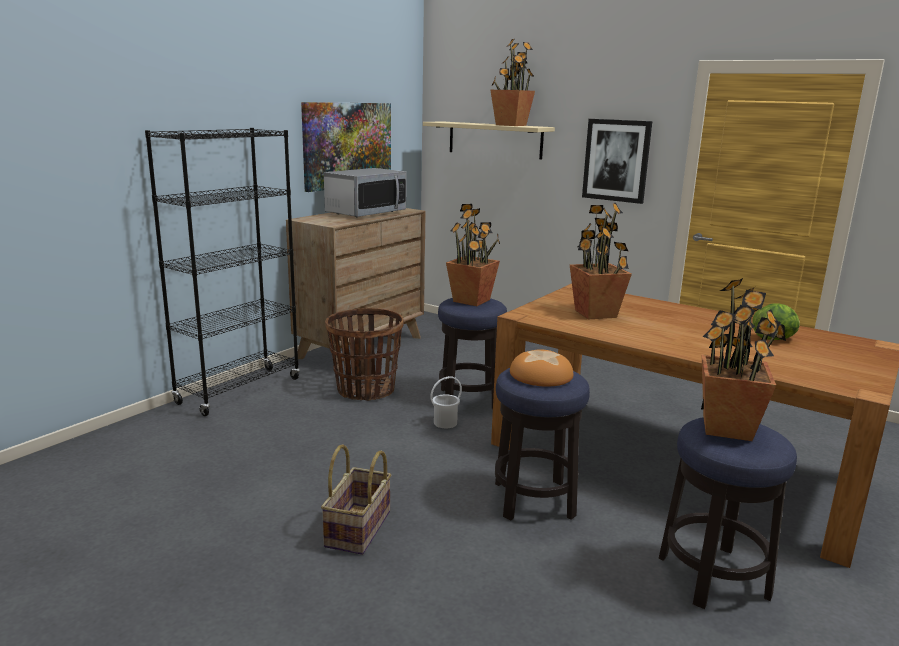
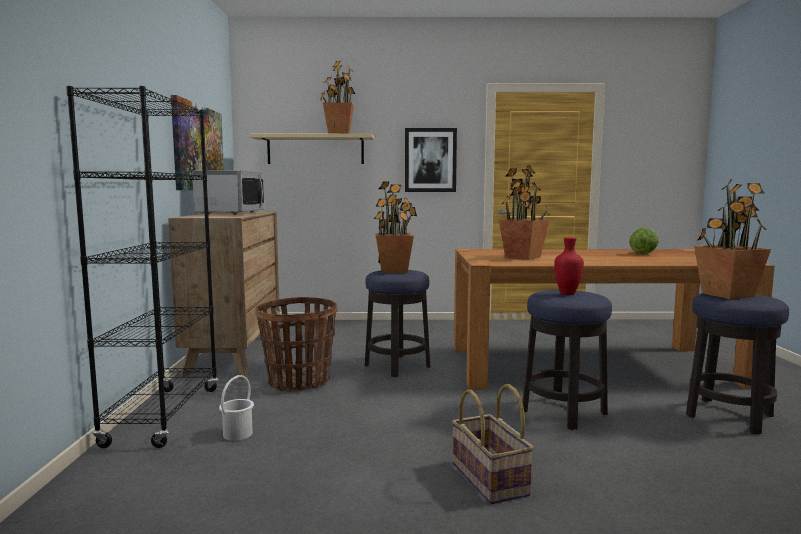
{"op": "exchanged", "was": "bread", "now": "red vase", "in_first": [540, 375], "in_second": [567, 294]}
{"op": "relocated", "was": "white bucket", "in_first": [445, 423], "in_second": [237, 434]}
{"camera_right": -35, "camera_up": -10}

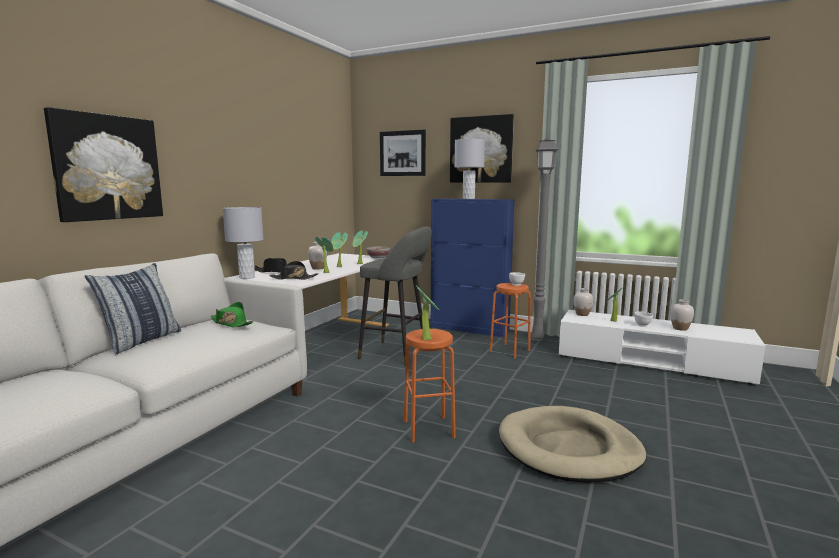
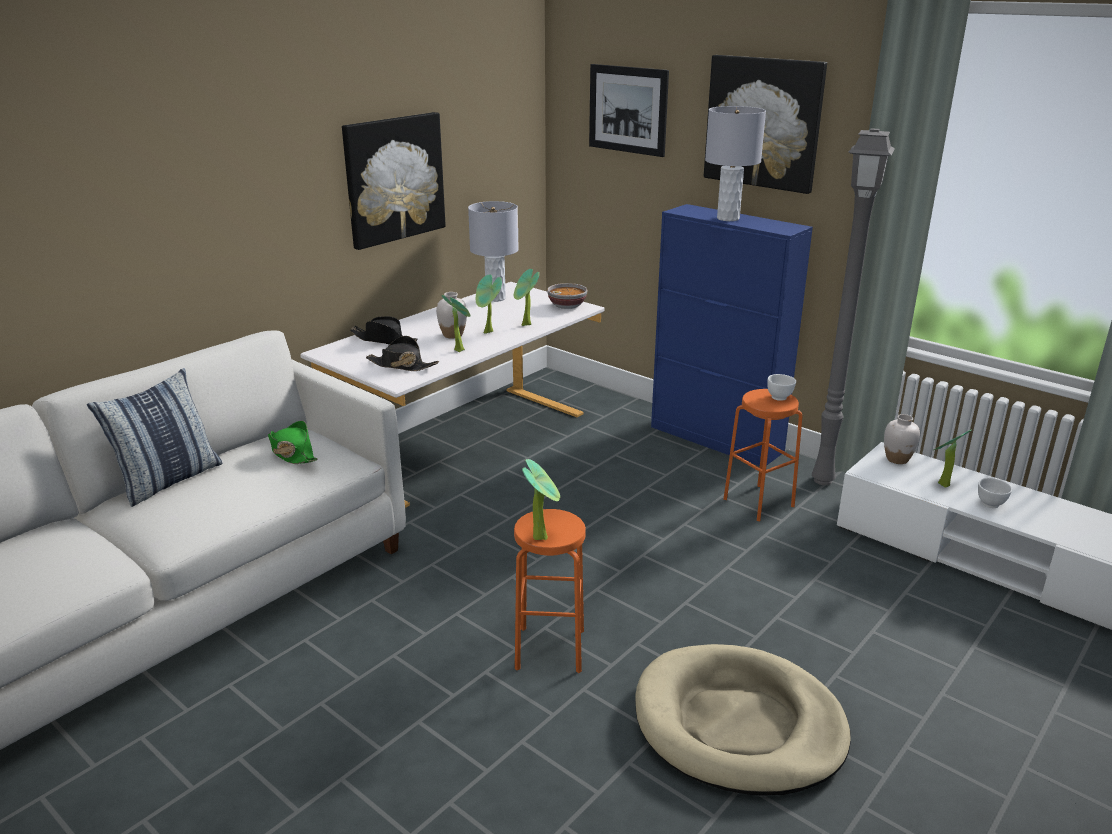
{"op": "relocated", "was": "picture", "in_first": [107, 167], "in_second": [394, 179]}
{"op": "relocated", "was": "grey table lamp", "in_first": [247, 277], "in_second": [496, 298]}
{"op": "missing", "was": "grey stool", "in_first": [397, 353]}
{"op": "missing", "was": "white vase", "in_first": [680, 328]}
{"camera_right": 15, "camera_up": 15}

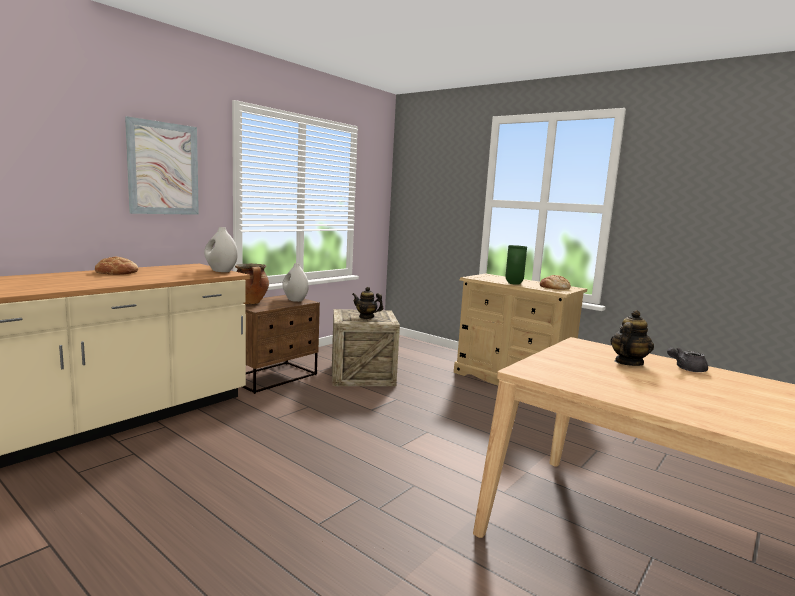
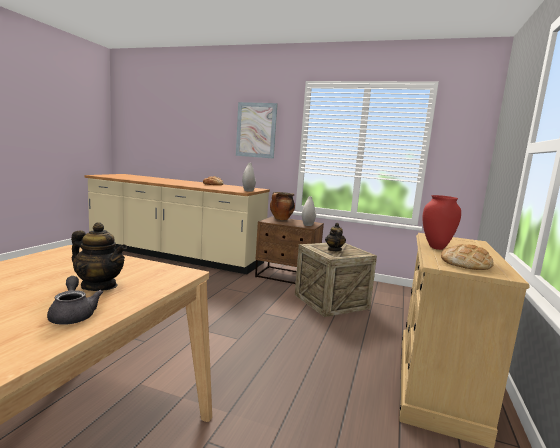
{"op": "colour", "was": "green vase", "now": "red vase", "in_first": [514, 283], "in_second": [436, 248]}
{"camera_right": 70, "camera_up": 0}

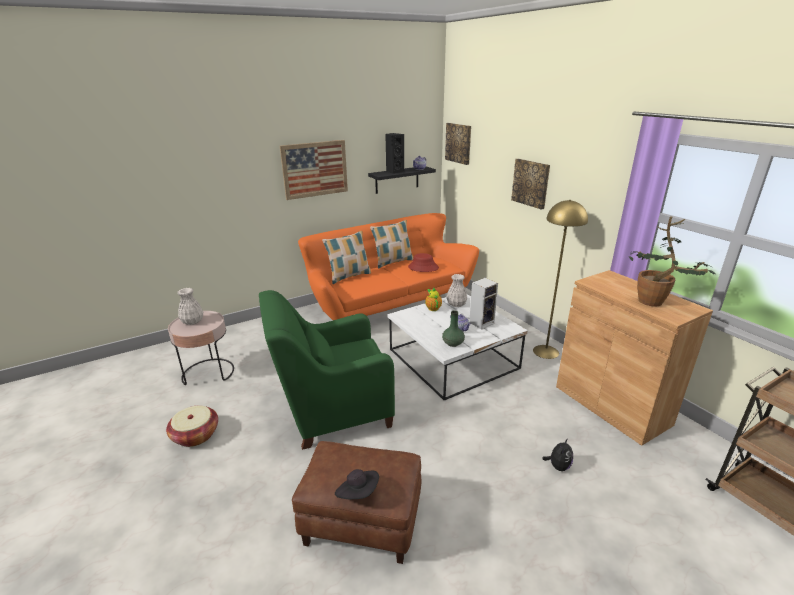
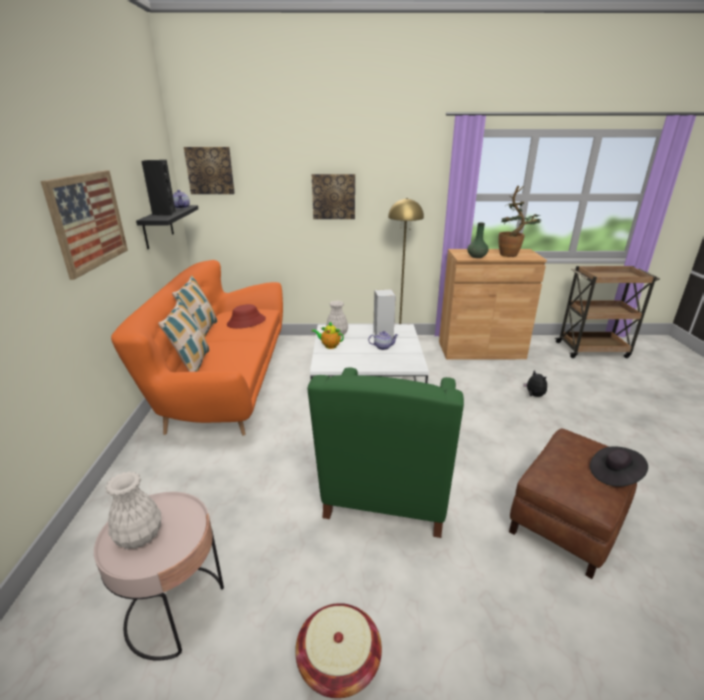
{"op": "relocated", "was": "green vase", "in_first": [452, 343], "in_second": [476, 256]}
{"camera_right": -60, "camera_up": 0}

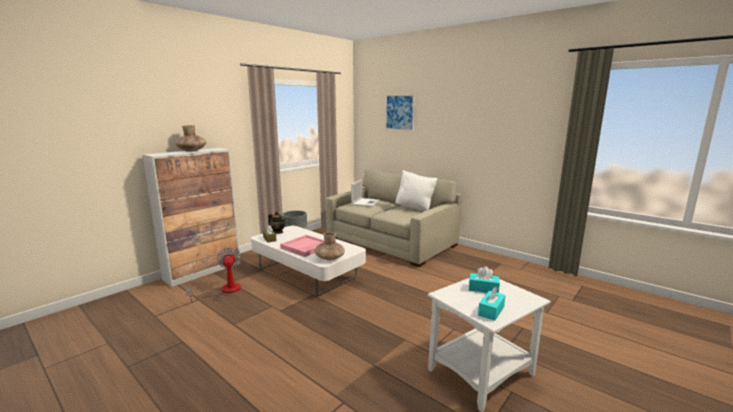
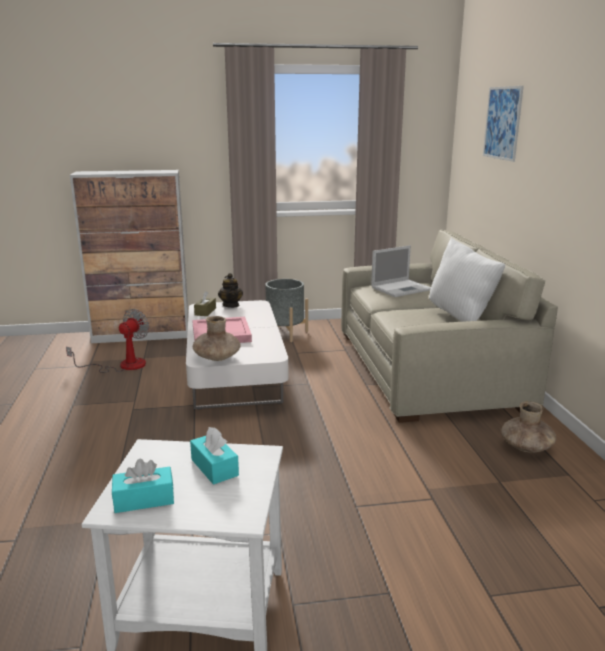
{"op": "relocated", "was": "brown vase", "in_first": [192, 151], "in_second": [526, 447]}
{"camera_right": 40, "camera_up": 5}

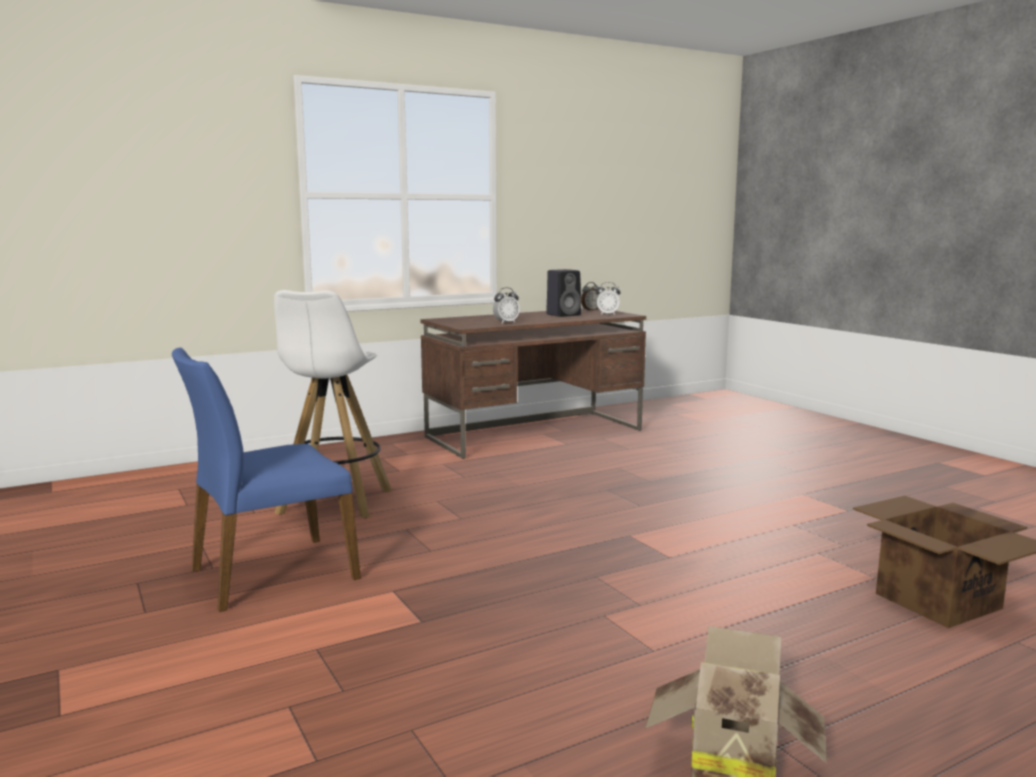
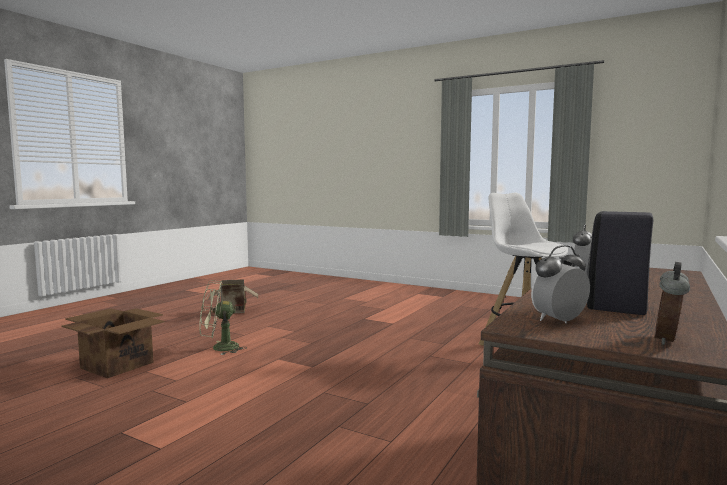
{"op": "missing", "was": "blue chair", "in_first": [271, 573]}
{"op": "appeared", "now": "green fan", "in_second": [219, 348]}
{"camera_right": 150, "camera_up": -5}

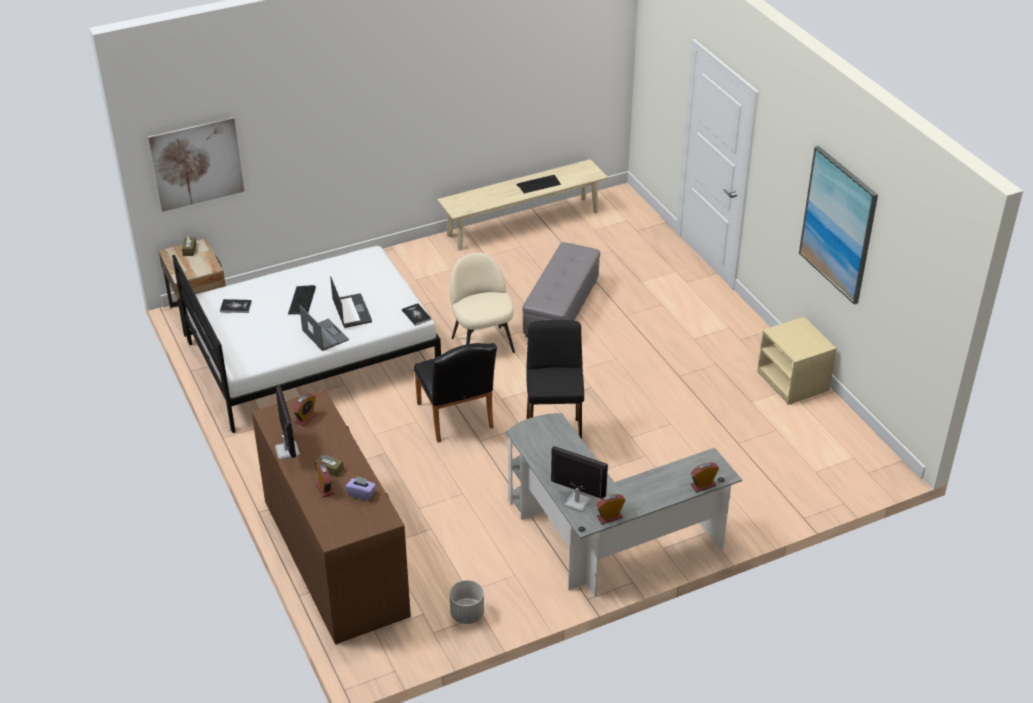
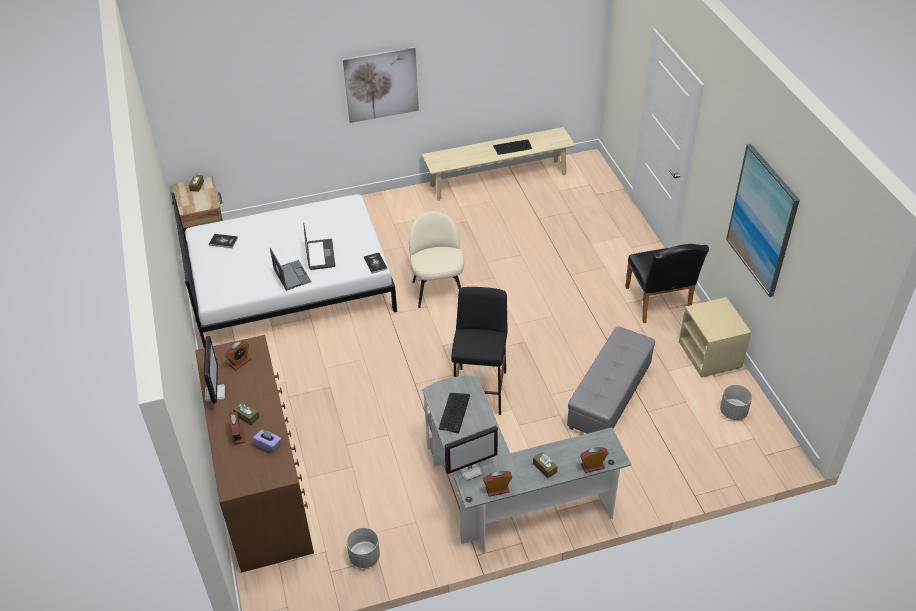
{"op": "relocated", "was": "picture", "in_first": [197, 164], "in_second": [381, 84]}
{"op": "relocated", "was": "grey ottoman", "in_first": [562, 309], "in_second": [610, 397]}
{"op": "relocated", "was": "keyboard", "in_first": [302, 301], "in_second": [454, 413]}
{"op": "relocated", "was": "black chair", "in_first": [456, 419], "in_second": [659, 304]}
{"op": "spun", "was": "monitor", "in_first": [576, 502], "in_second": [470, 470], "clockwise": 120}
{"op": "appeared", "now": "grey planter", "in_second": [733, 412]}
{"op": "appeared", "now": "brown tissue box", "in_second": [544, 468]}
{"camera_right": 10, "camera_up": 5}

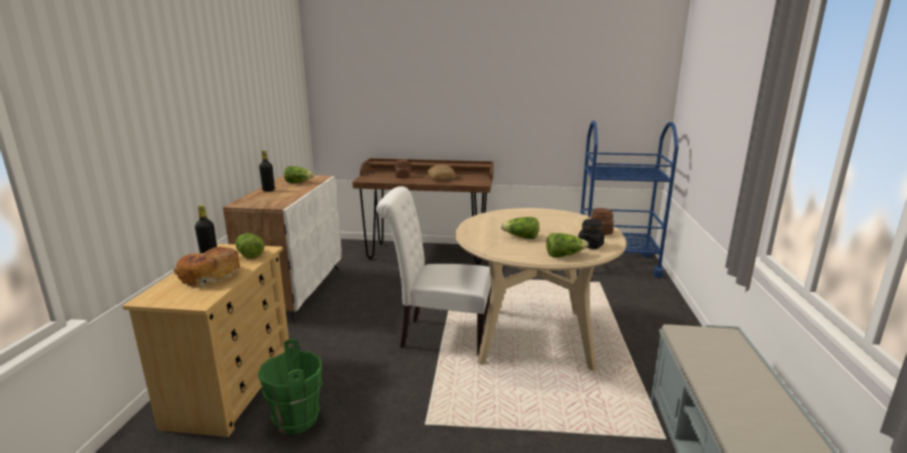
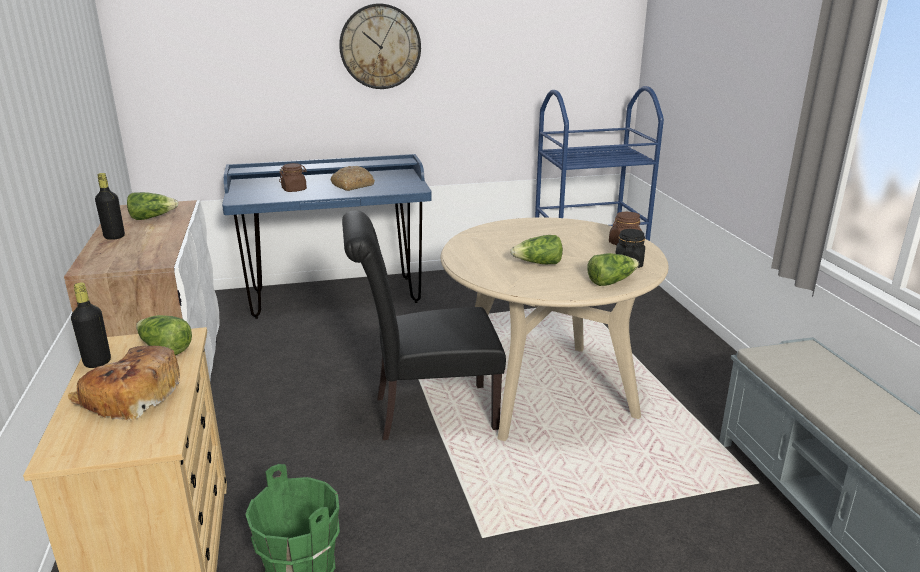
{"op": "colour", "was": "brown desk", "now": "blue desk", "in_first": [427, 253], "in_second": [335, 297]}
{"op": "colour", "was": "white chair", "now": "black chair", "in_first": [439, 336], "in_second": [426, 413]}
{"op": "appeared", "now": "wall clock", "in_second": [380, 46]}
{"camera_right": -20, "camera_up": 5}

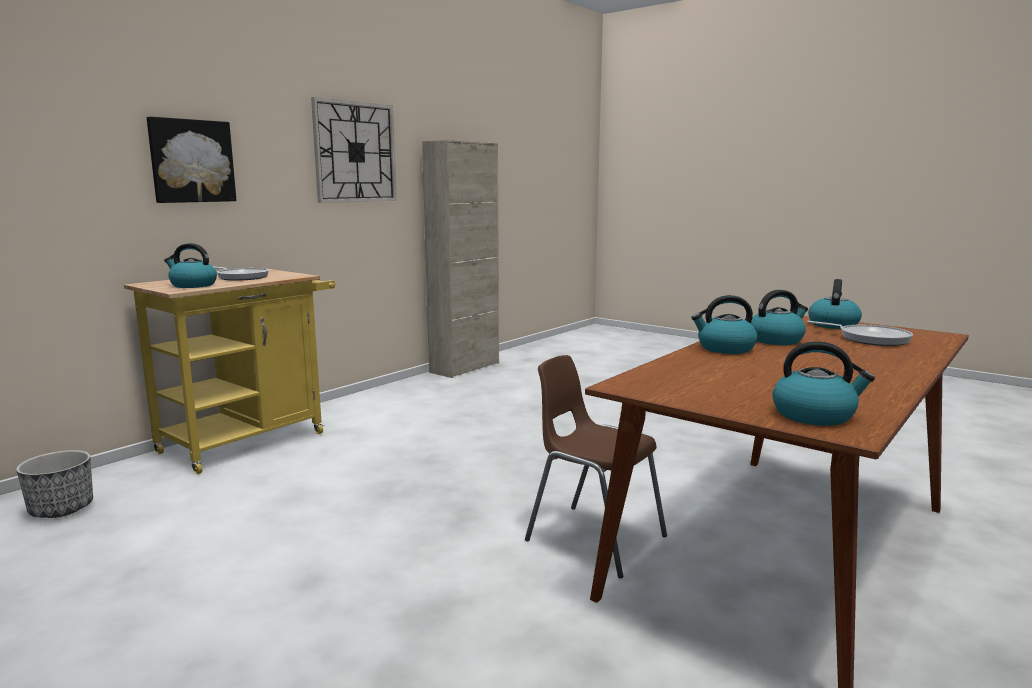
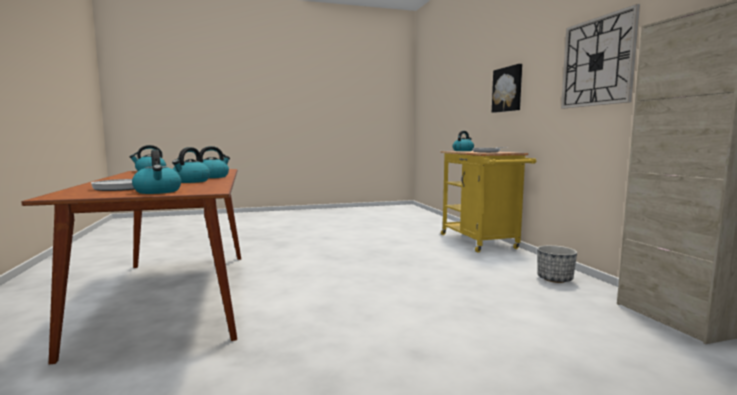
{"op": "missing", "was": "brown chair", "in_first": [594, 538]}
{"op": "relocated", "was": "planter", "in_first": [62, 509], "in_second": [555, 279]}
{"camera_right": 125, "camera_up": -5}

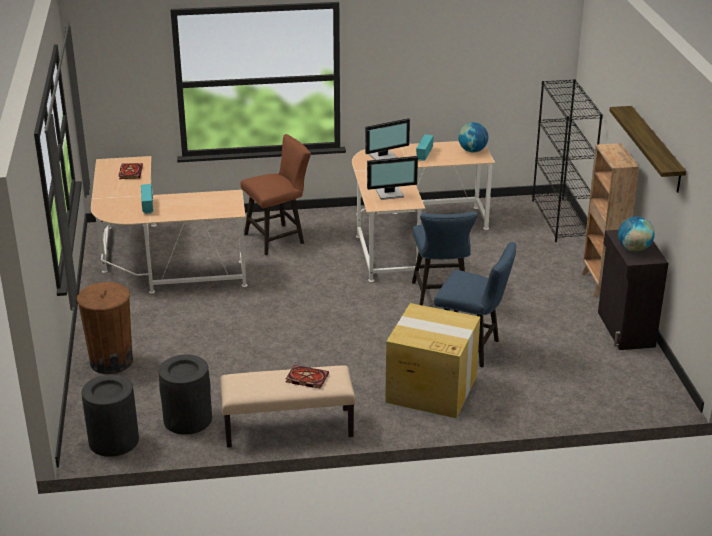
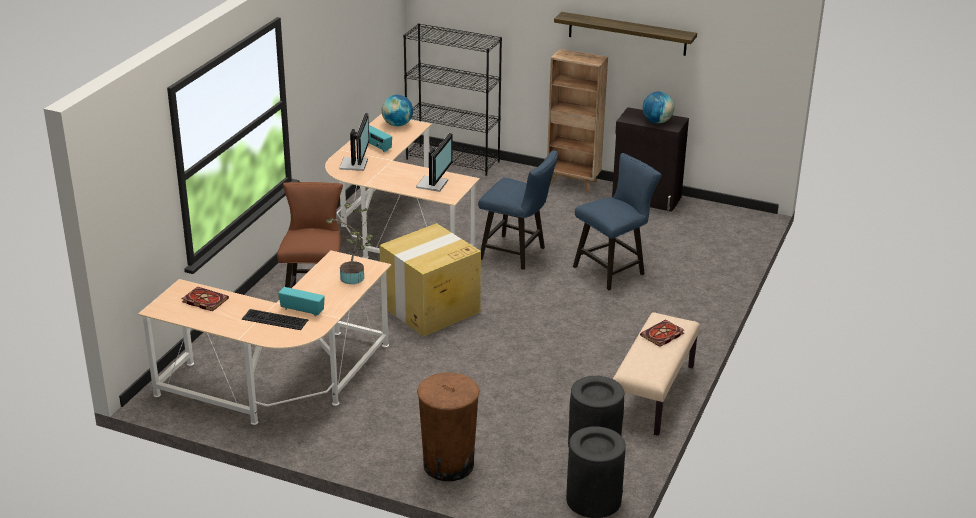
{"op": "relocated", "was": "cardboard box", "in_first": [430, 389], "in_second": [429, 309]}
{"op": "appeared", "now": "potted plant", "in_second": [354, 279]}
{"op": "appeared", "now": "keyboard", "in_second": [273, 320]}
{"camera_right": -60, "camera_up": 0}

